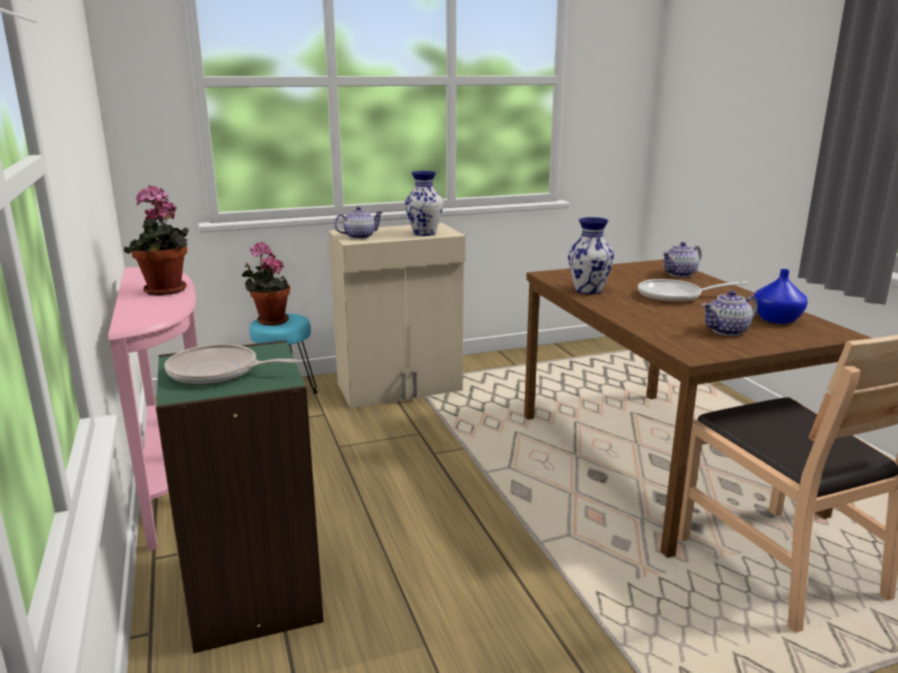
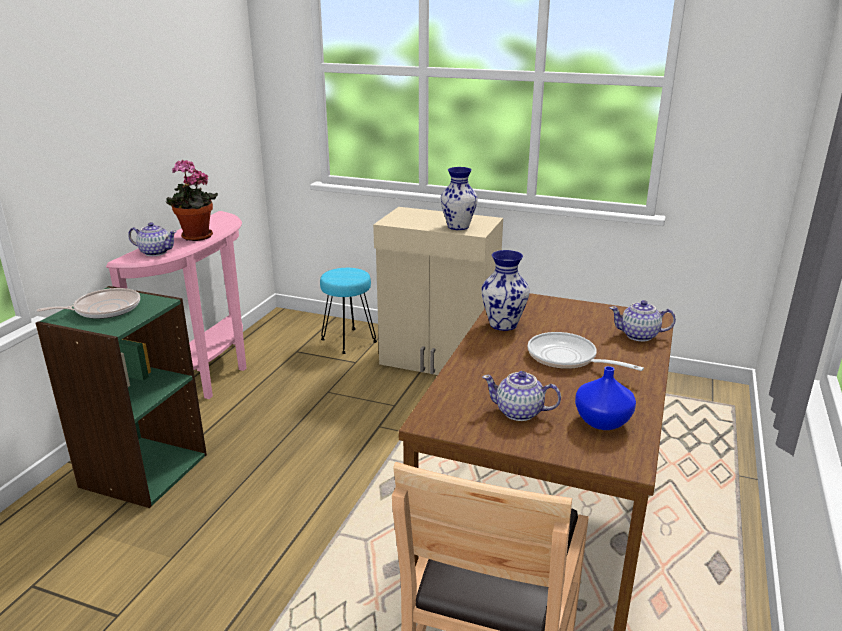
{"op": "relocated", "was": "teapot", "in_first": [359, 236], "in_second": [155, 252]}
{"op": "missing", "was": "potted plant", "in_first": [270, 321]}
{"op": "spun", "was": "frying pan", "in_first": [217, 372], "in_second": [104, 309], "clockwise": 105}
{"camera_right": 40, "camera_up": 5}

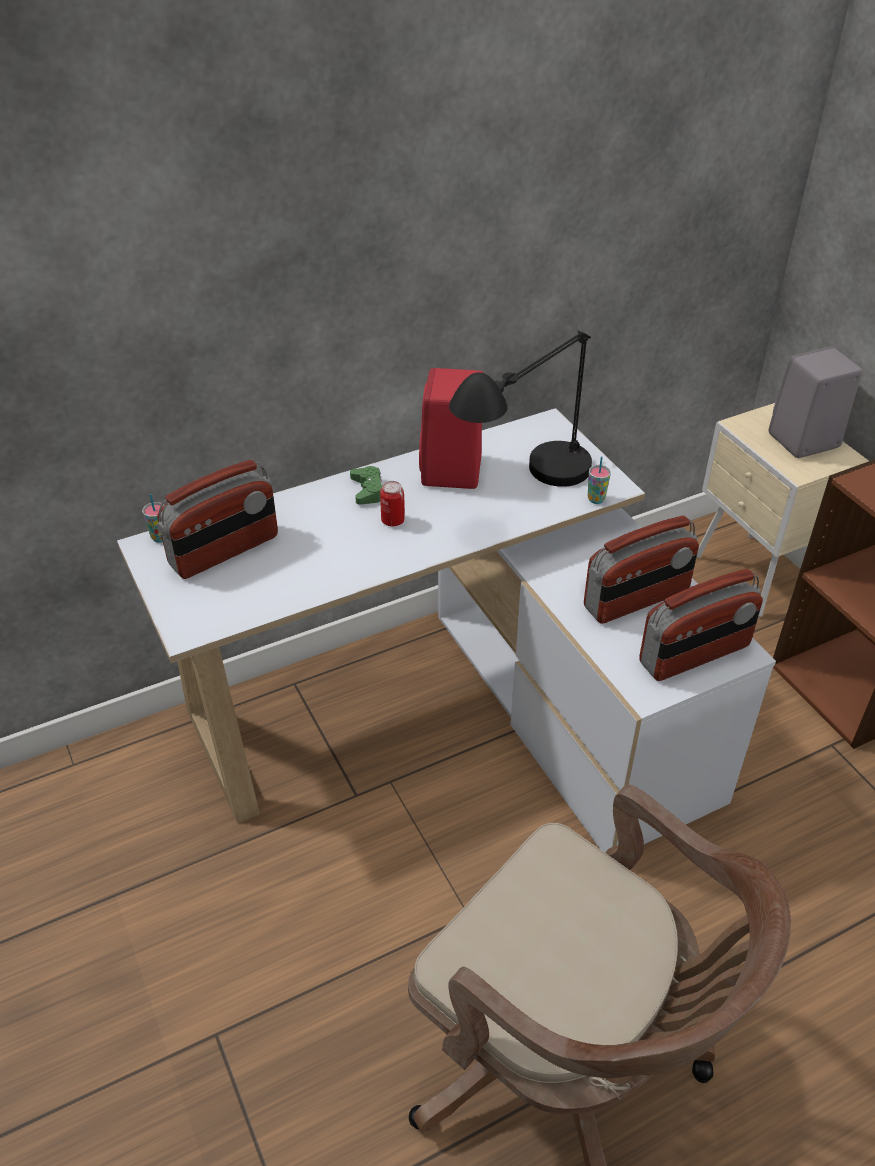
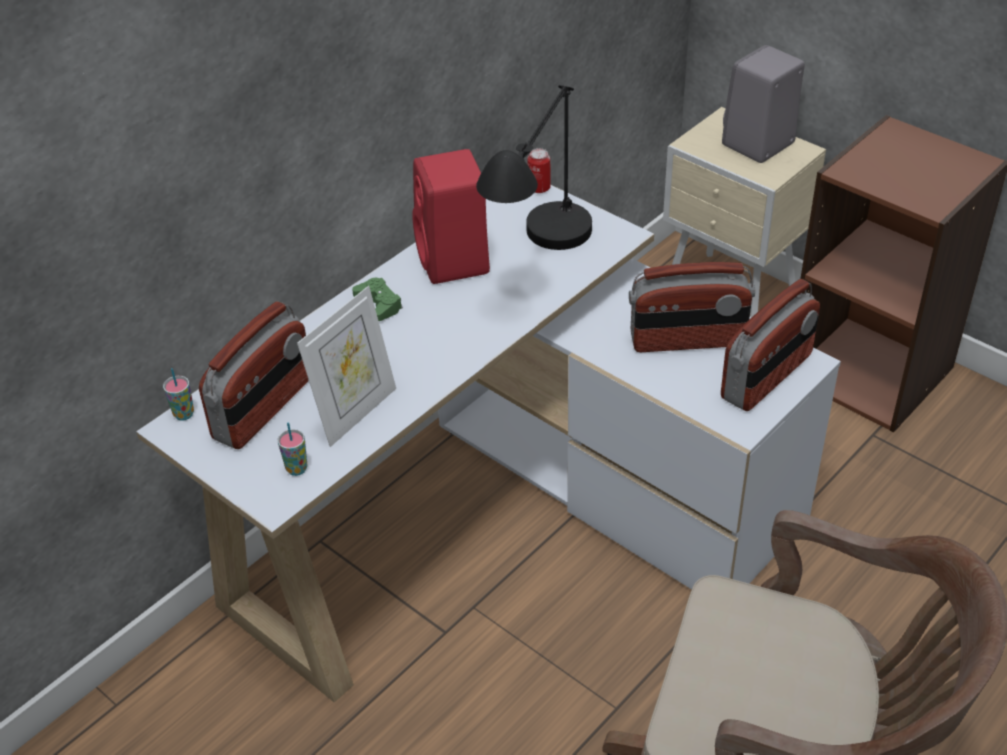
{"op": "relocated", "was": "cup", "in_first": [596, 499], "in_second": [297, 469]}
{"op": "relocated", "was": "can", "in_first": [393, 520], "in_second": [539, 188]}
{"op": "spun", "was": "radio", "in_first": [637, 600], "in_second": [687, 341], "clockwise": 45}
{"op": "appeared", "now": "picture frame", "in_second": [355, 412]}
{"camera_right": -20, "camera_up": 0}

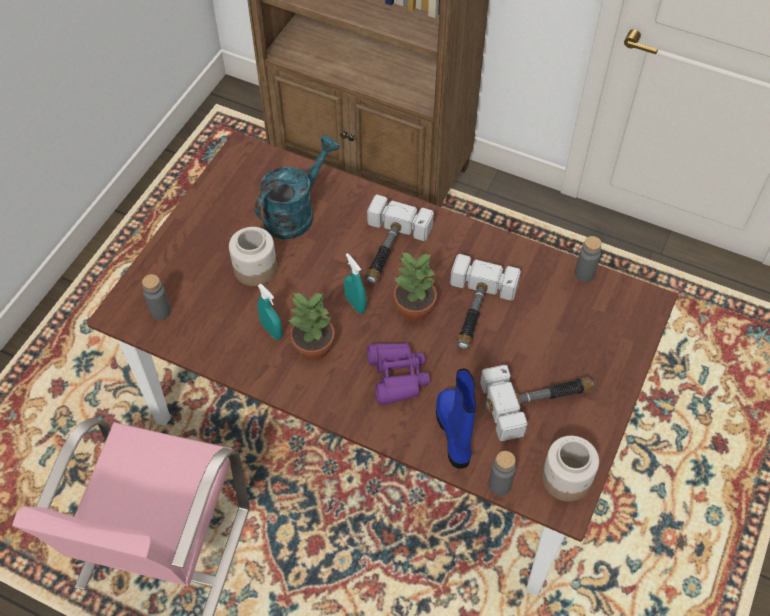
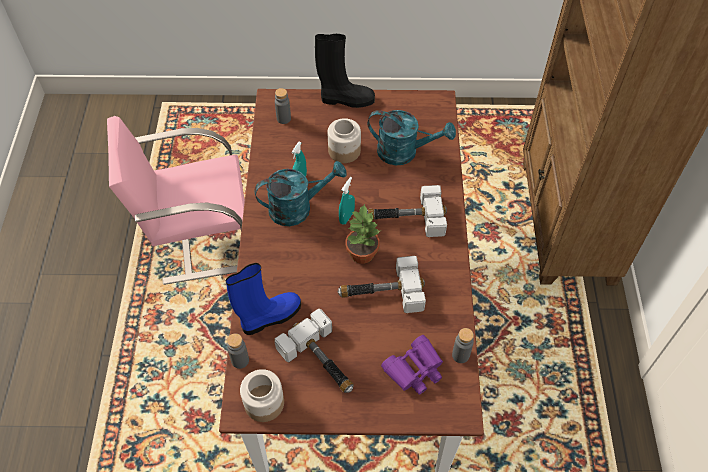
{"op": "exchanged", "was": "potted plant", "now": "turquoise watering can", "in_first": [312, 347], "in_second": [298, 208]}
{"op": "relocated", "was": "purple binoculars", "in_first": [397, 376], "in_second": [414, 369]}
{"op": "appeared", "now": "black boot", "in_second": [346, 99]}
{"camera_right": 65, "camera_up": 0}

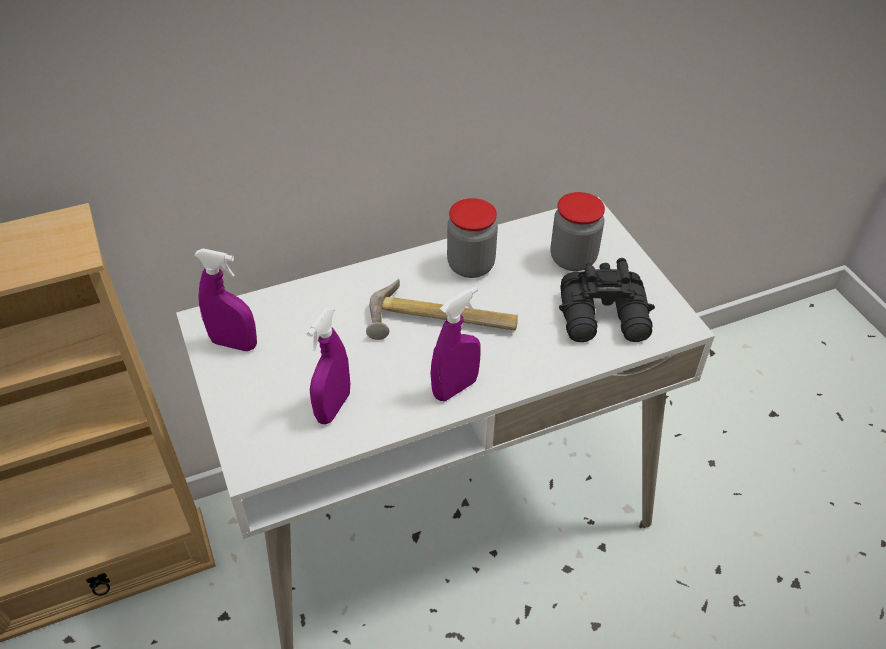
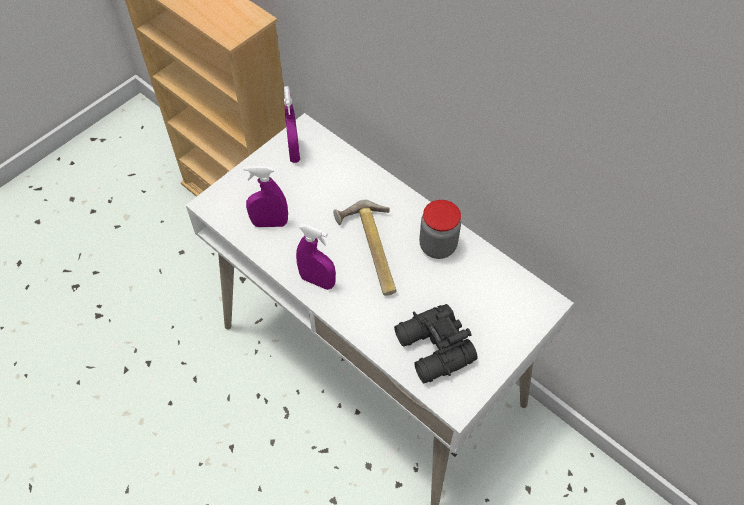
{"op": "missing", "was": "jar", "in_first": [573, 259]}
{"camera_right": 65, "camera_up": 10}

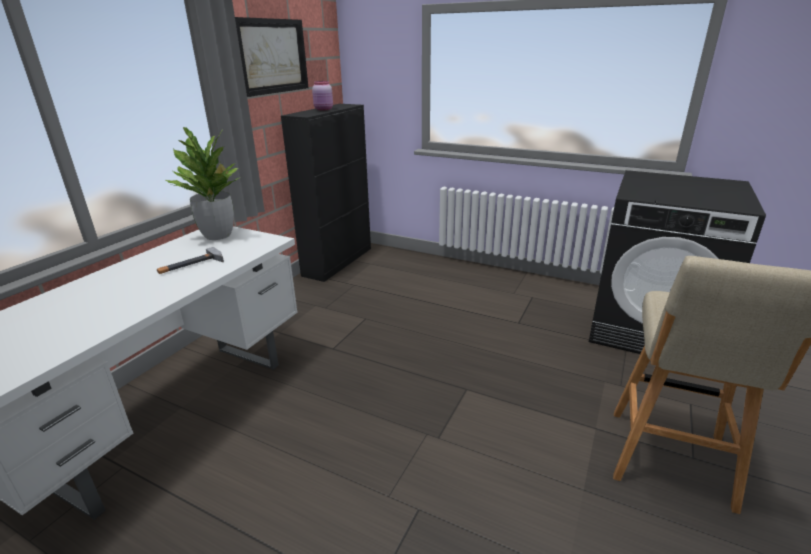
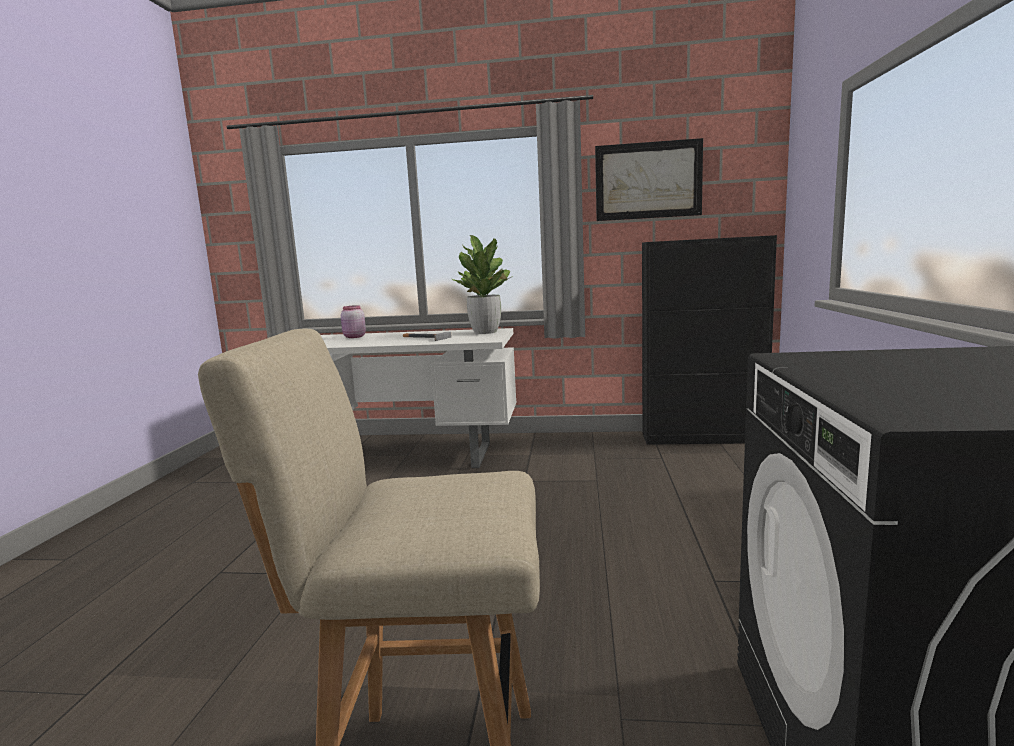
{"op": "relocated", "was": "pink jar", "in_first": [324, 109], "in_second": [354, 337]}
{"camera_right": 70, "camera_up": -15}

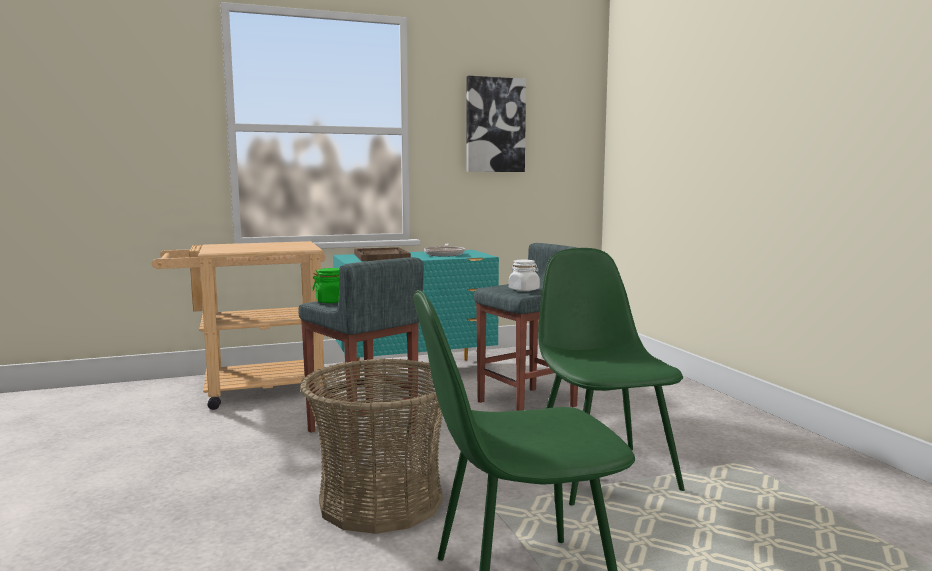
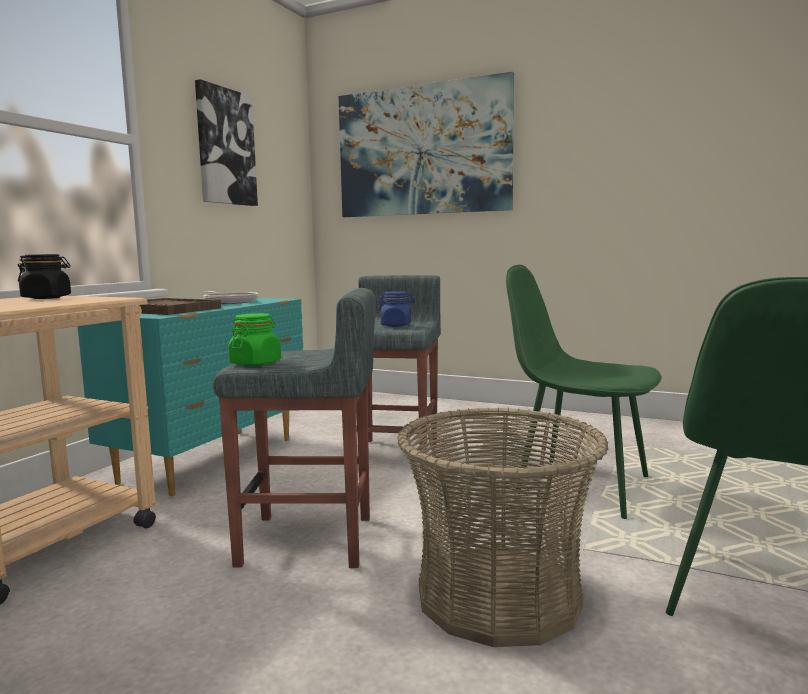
{"op": "colour", "was": "white jar", "now": "blue jar", "in_first": [524, 290], "in_second": [396, 325]}
{"op": "appeared", "now": "picture", "in_second": [422, 151]}
{"op": "appeared", "now": "black jar", "in_second": [47, 298]}
{"camera_right": -45, "camera_up": 0}

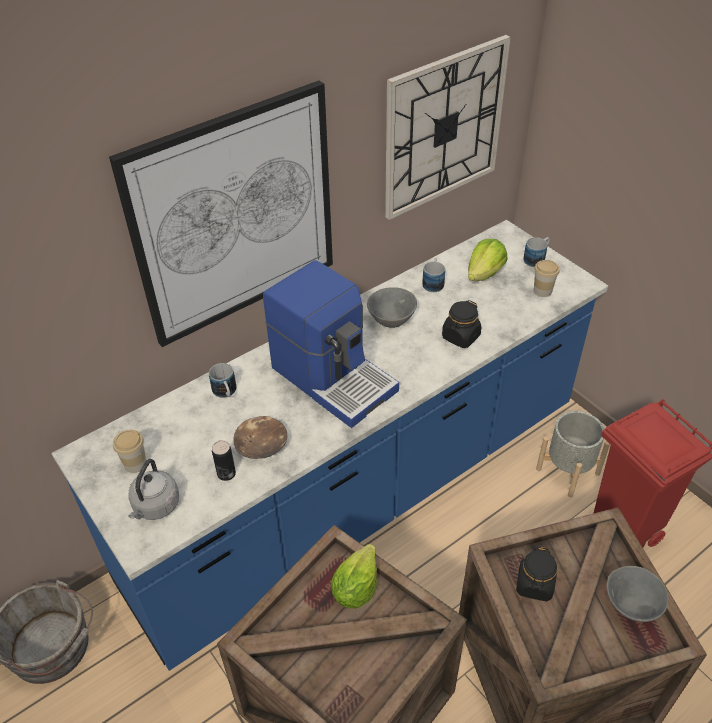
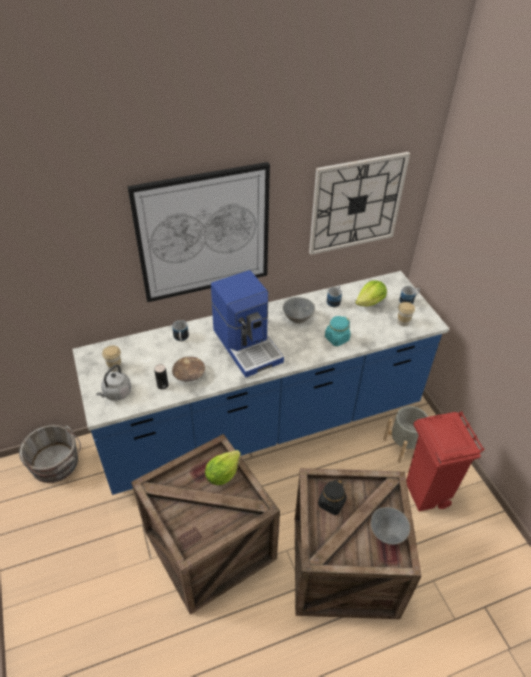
{"op": "colour", "was": "black jar", "now": "turquoise jar", "in_first": [460, 337], "in_second": [336, 338]}
{"camera_right": 15, "camera_up": 0}

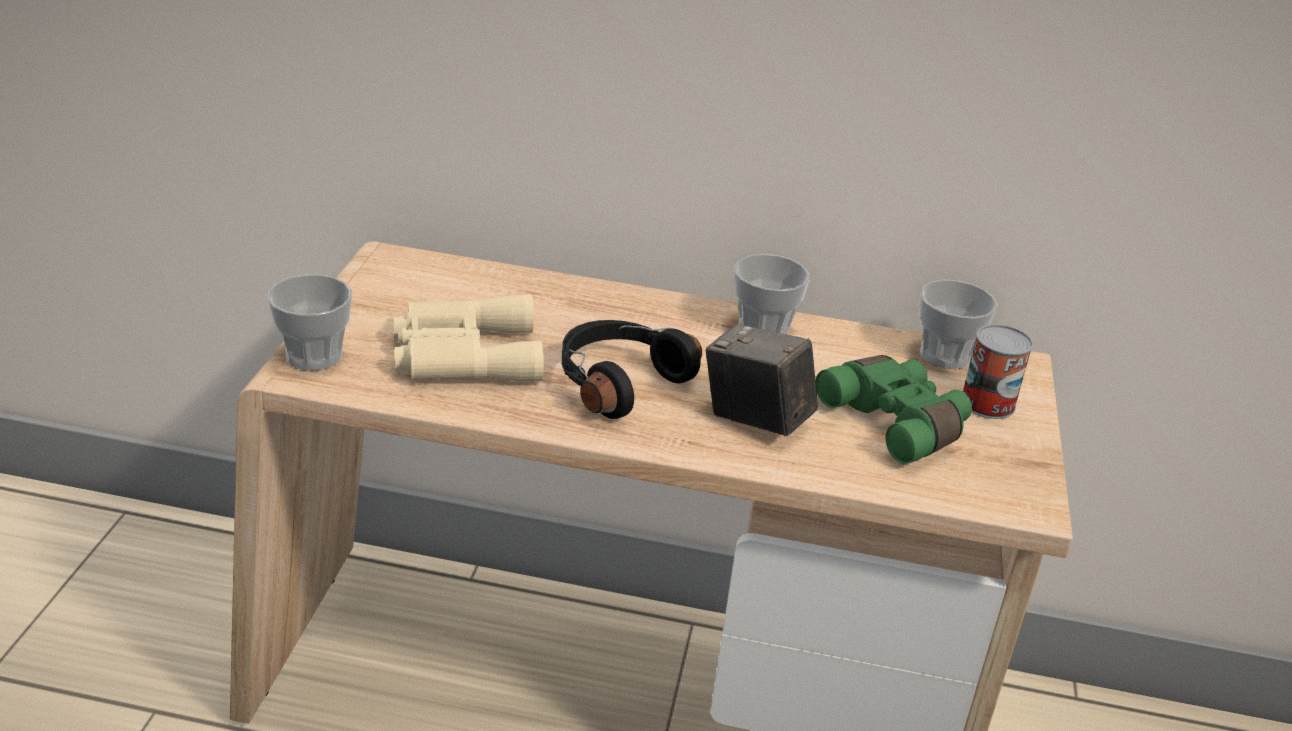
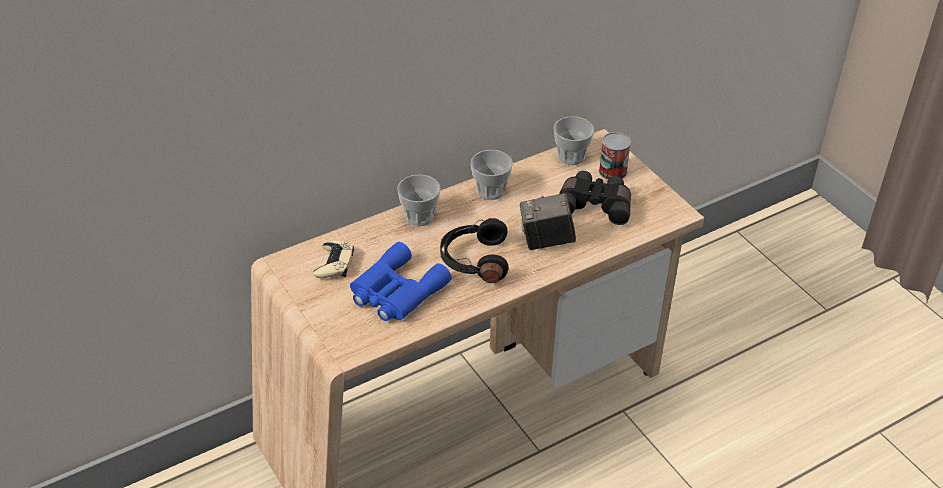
{"op": "relocated", "was": "cup", "in_first": [313, 356], "in_second": [419, 217]}
{"op": "colour", "was": "beige binoculars", "now": "blue binoculars", "in_first": [462, 354], "in_second": [395, 292]}
{"op": "colour", "was": "green binoculars", "now": "black binoculars", "in_first": [898, 422], "in_second": [595, 205]}
{"op": "appeared", "now": "beige game controller", "in_second": [334, 264]}
{"camera_right": -40, "camera_up": 10}

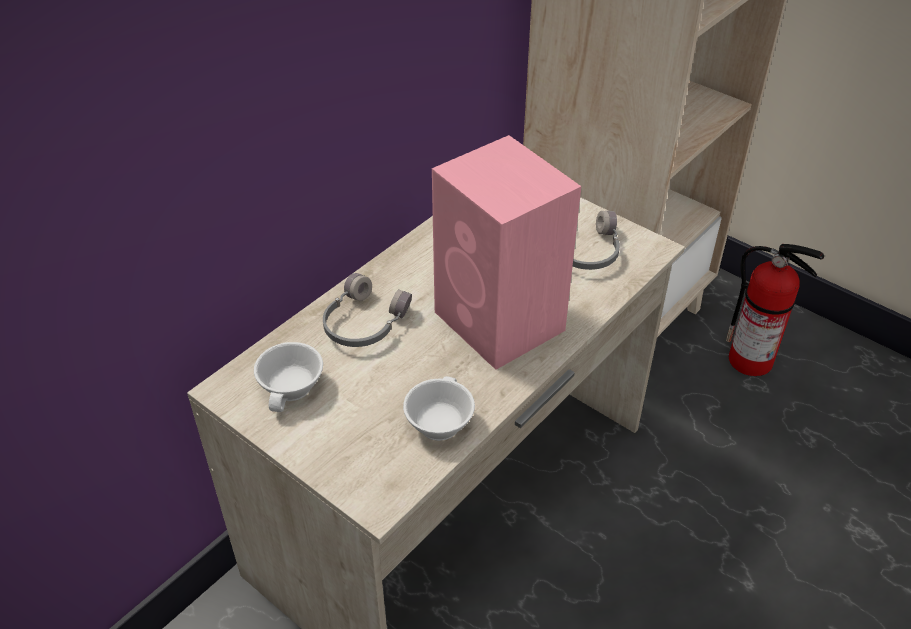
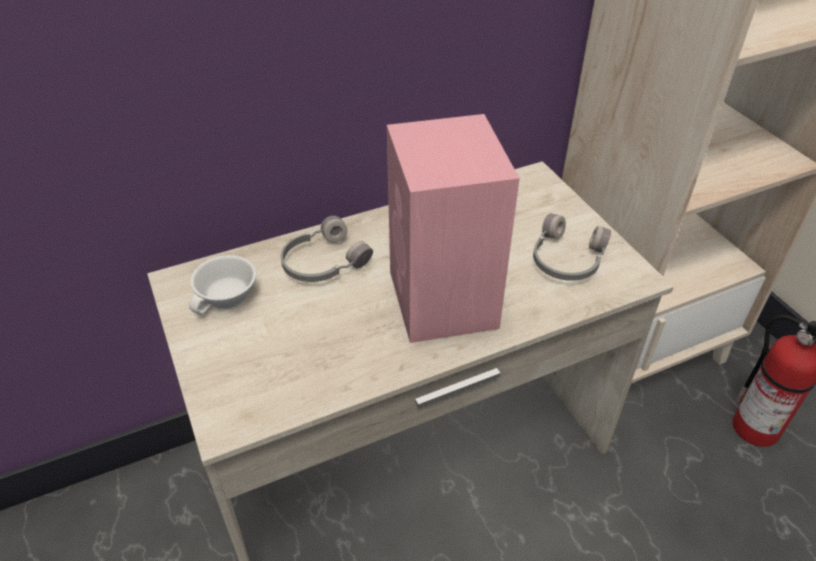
{"op": "missing", "was": "white cup", "in_first": [437, 422]}
{"camera_right": 25, "camera_up": 0}

